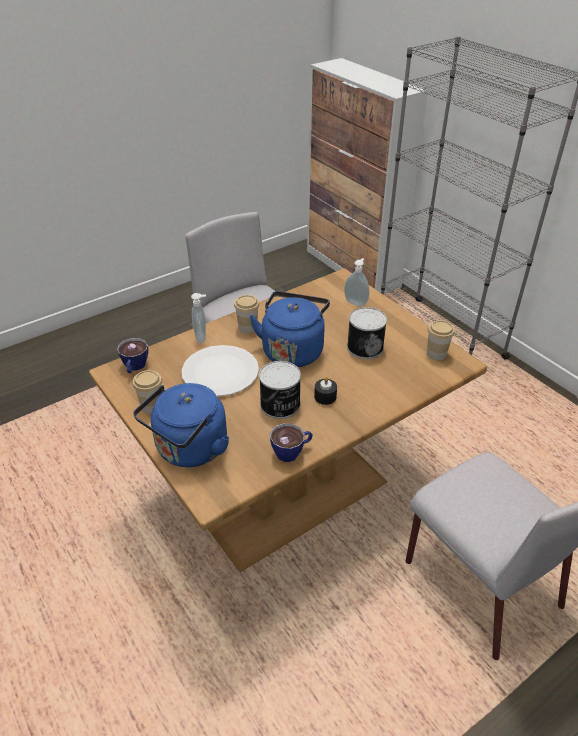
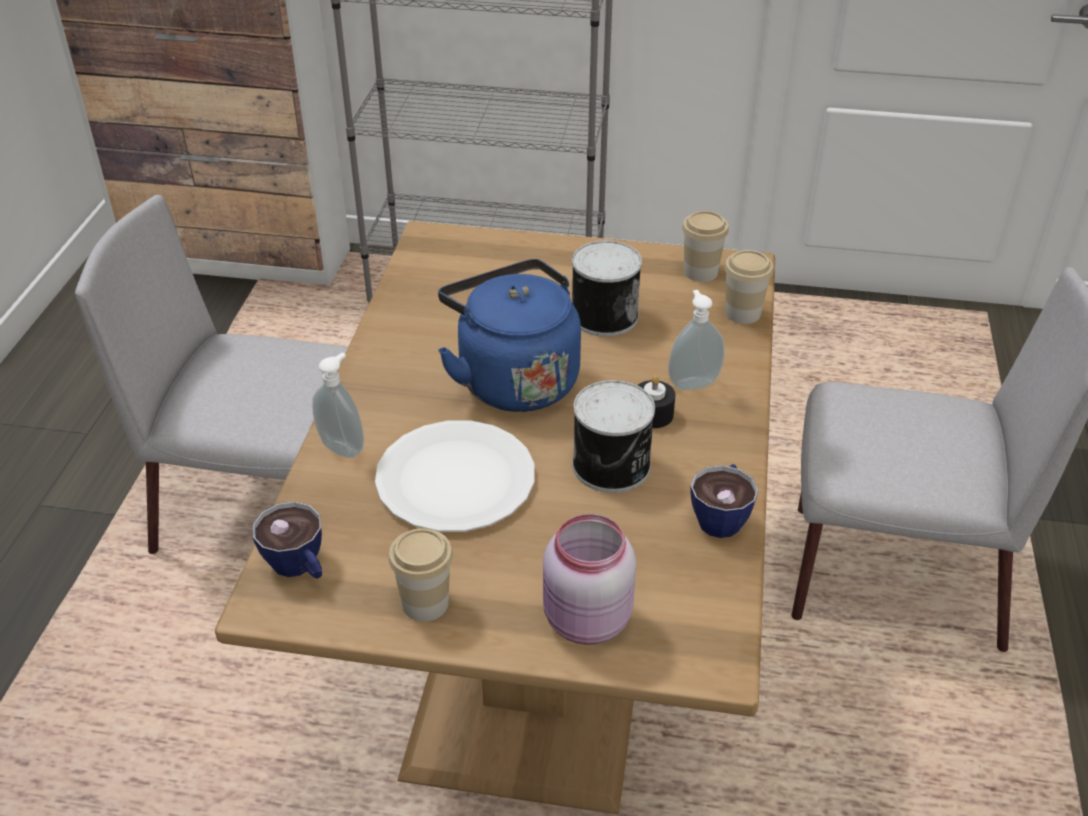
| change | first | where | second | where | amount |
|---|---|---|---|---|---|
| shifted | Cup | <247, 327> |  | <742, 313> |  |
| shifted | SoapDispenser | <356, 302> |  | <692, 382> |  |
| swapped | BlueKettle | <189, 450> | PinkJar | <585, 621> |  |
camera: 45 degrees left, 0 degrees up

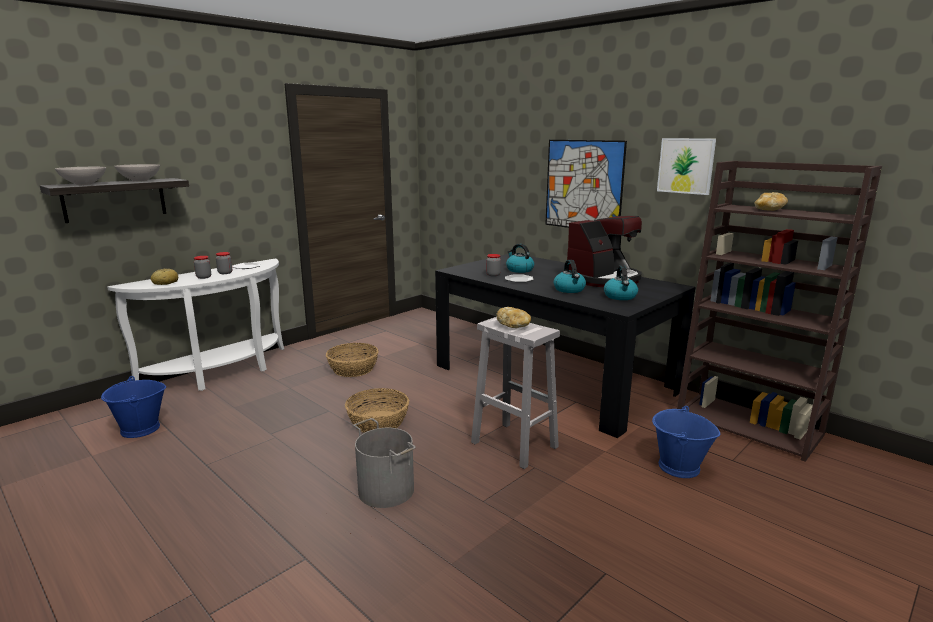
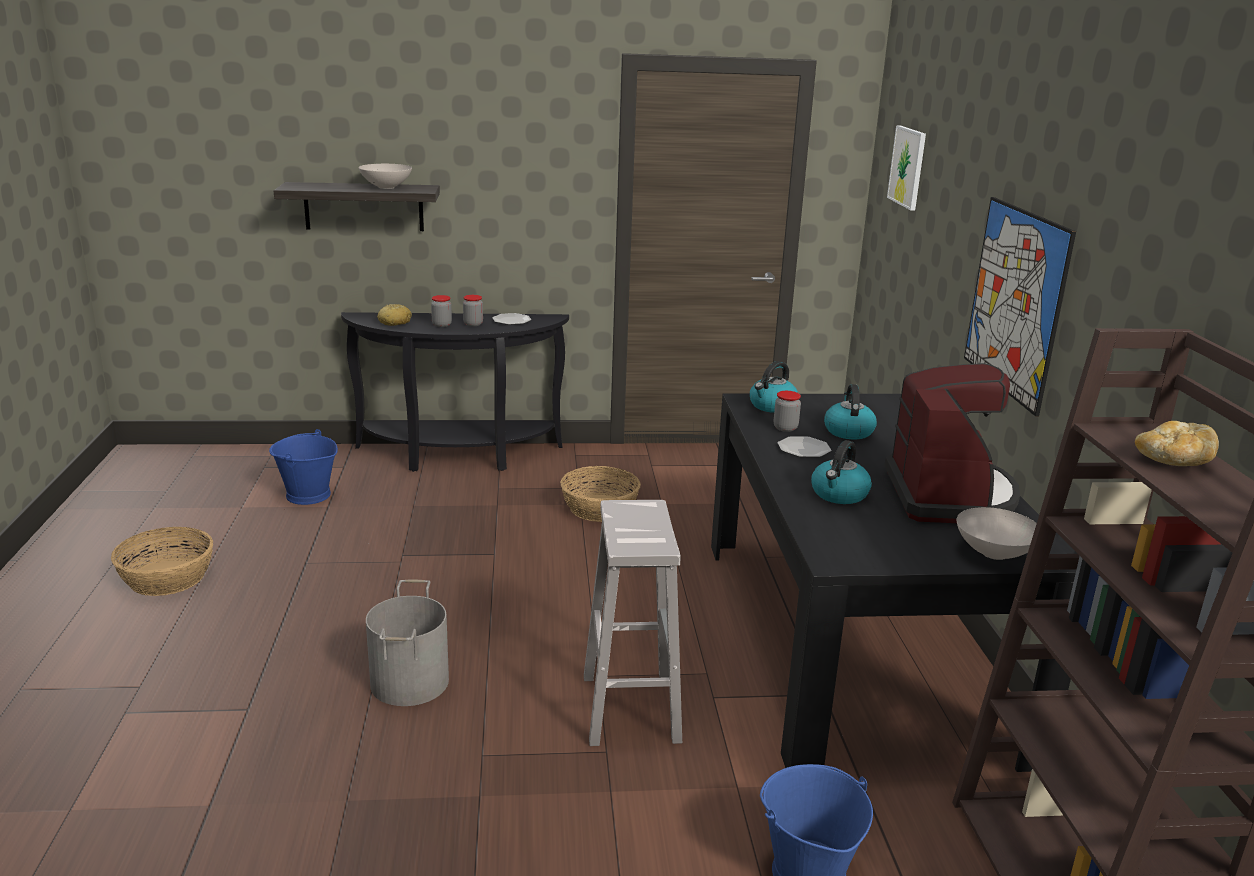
| change | first | where | second | where | amount |
|---|---|---|---|---|---|
| gone | Bread | <514, 325> |  |  |  |
| shifted | WhiteBowl | <84, 184> |  | <995, 554> |  |
| shifted | Basket | <378, 422> |  | <167, 578> |  |
| shifted | Kettle | <620, 297> |  | <772, 406> |  |
| shifted | Picture | <685, 166> |  | <907, 167> |  |
| repainted | WhiteConsoleTable | <222, 373> | BlackConsoleTable | <458, 457> |  |
| rotated | CoffeeMachine | <604, 279> |  | <949, 496> | 90 degrees counterclockwise |
camera: 40 degrees right, 5 degrees up

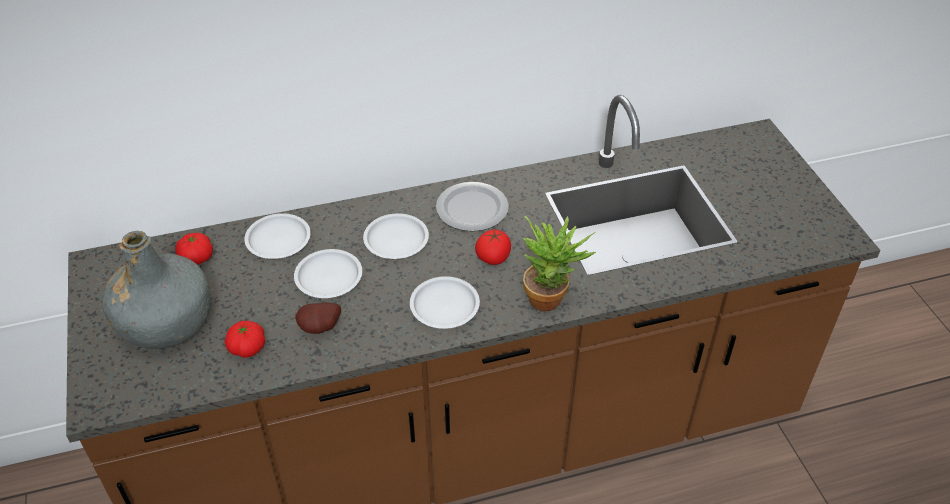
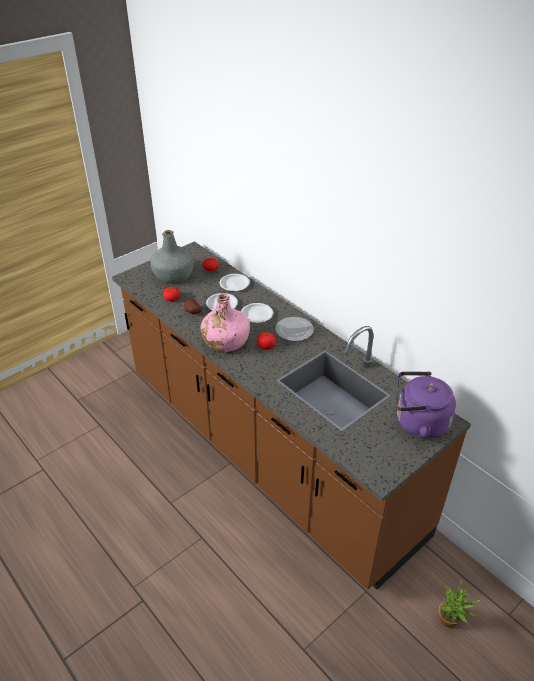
| change | first | where | second | where | amount |
|---|---|---|---|---|---|
| new |  |  | PurpleKettle | <418, 423> |  |
| shifted | PottedPlant | <551, 298> |  | <451, 622> |  |
| swapped | WhitePlate | <444, 306> | PinkBottle | <225, 341> |  |
camera: 65 degrees right, 5 degrees down

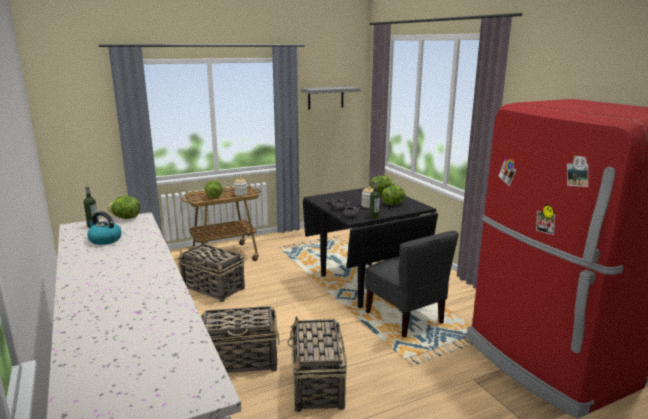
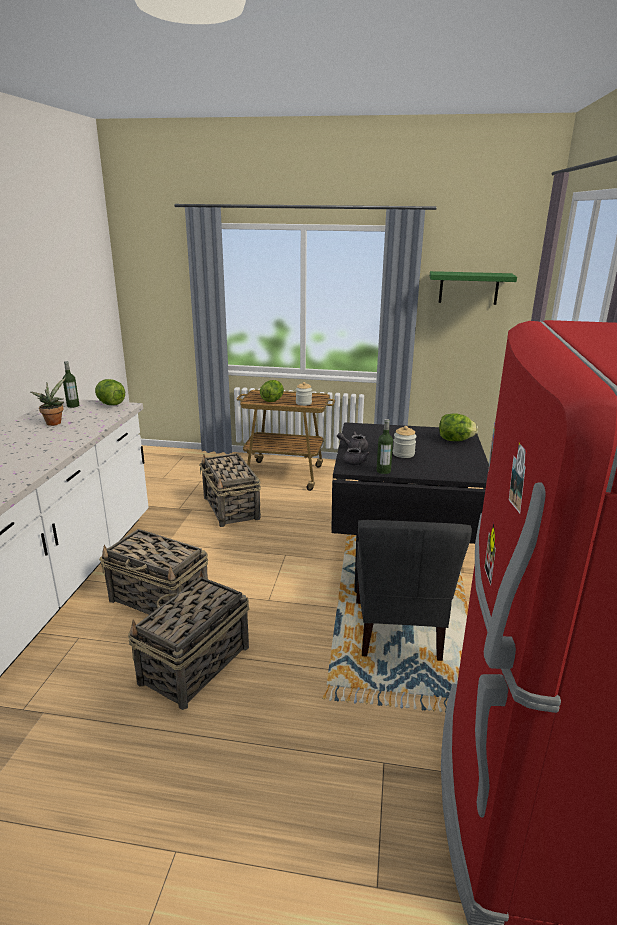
| change | first | where | second | where | amount |
|---|---|---|---|---|---|
| gone | Lettuce | <393, 204> |  |  |  |
| swapped | Kettle | <104, 240> | PottedPlant | <54, 422> |  |
| repainted | GreyShelf | <325, 97> | GreenShelf | <468, 288> |  |
camera: 35 degrees right, 5 degrees up

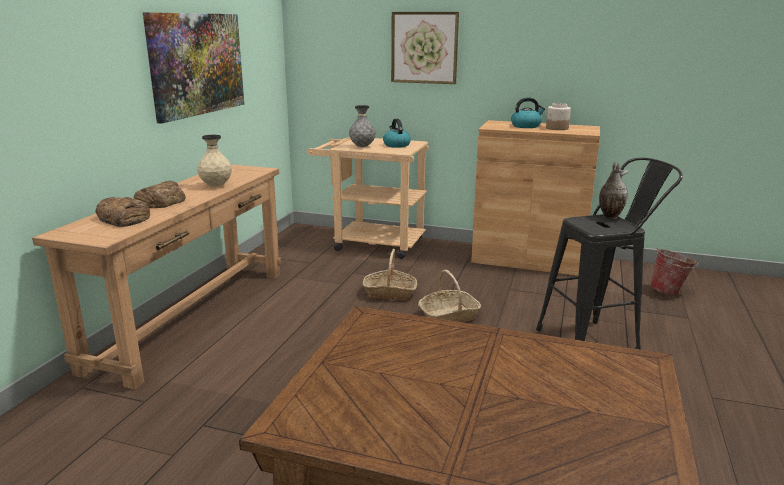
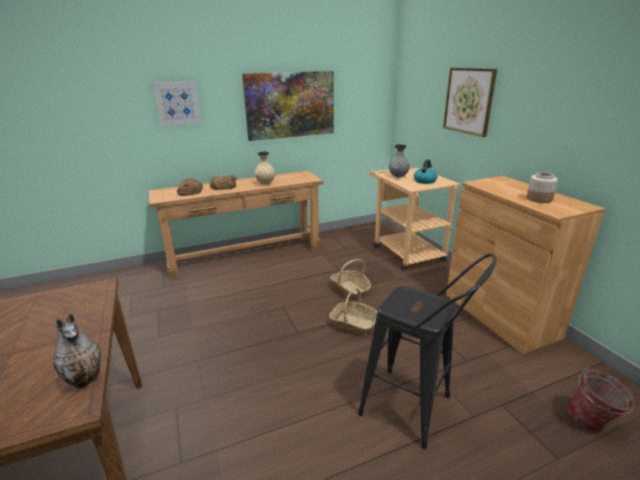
| change | first | where | second | where | amount |
|---|---|---|---|---|---|
| gone | Kettle | <526, 126> |  |  |  |
| new |  |  | Picture | <177, 103> |  |
| shifted | Vase | <609, 216> |  | <87, 380> |  |
camera: 50 degrees right, 5 degrees up

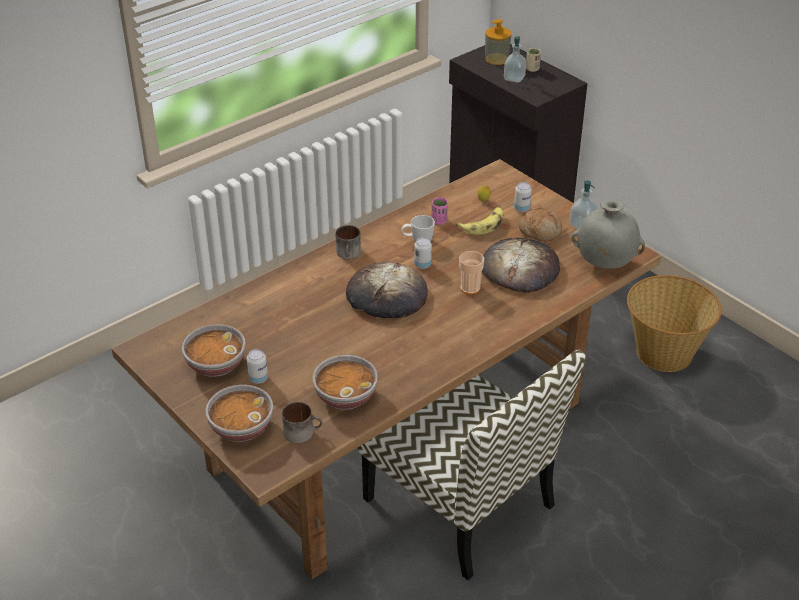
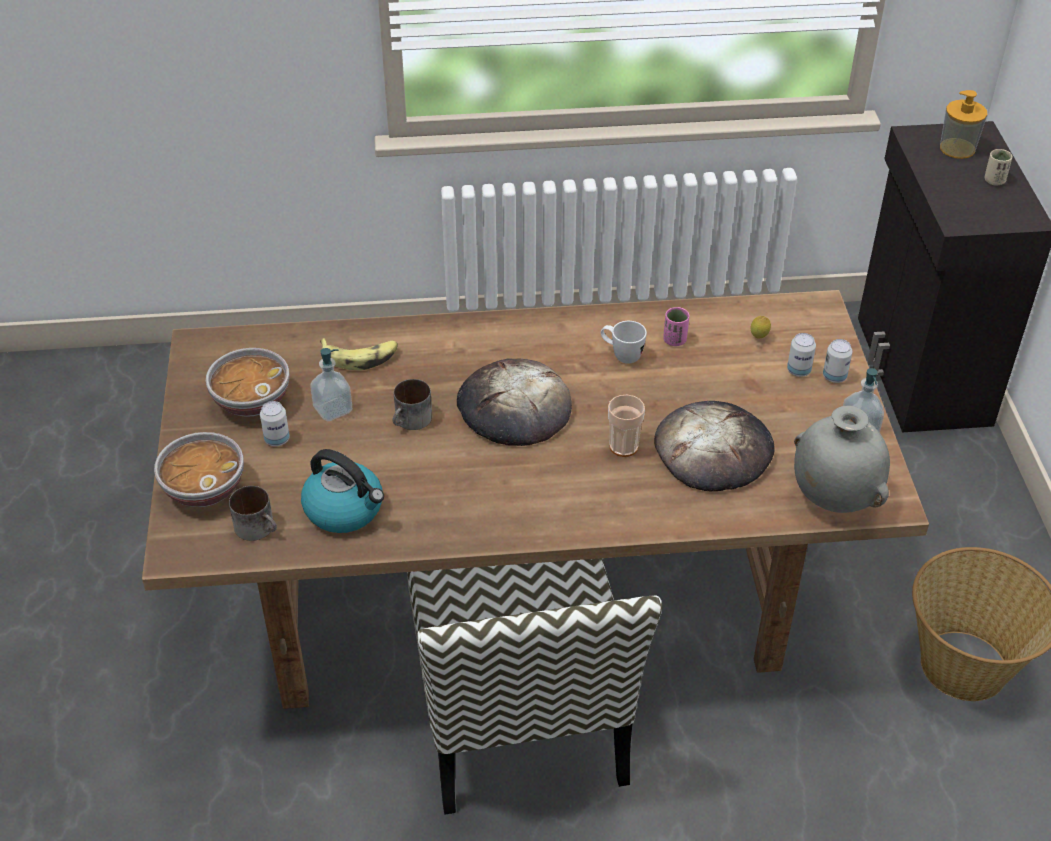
| change | first | where | second | where | amount |
|---|---|---|---|---|---|
| gone | Bread | <540, 231> |  |  |  |
| shifted | Mug | <349, 254> |  | <411, 421> |  |
| shifted | Can | <422, 265> |  | <834, 377> |  |
| shifted | Banana | <483, 225> |  | <360, 357> |  |
| shifted | SoapDispenser | <514, 78> |  | <333, 409> |  |
| swapped | Bowl | <345, 396> | Kettle | <345, 509> |  |
camera: 35 degrees right, 5 degrees up

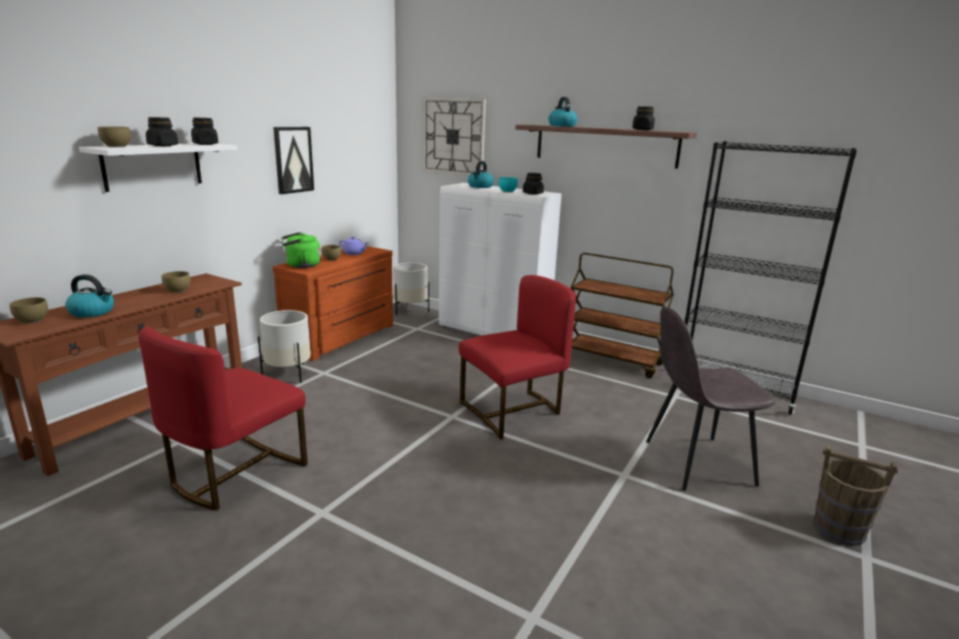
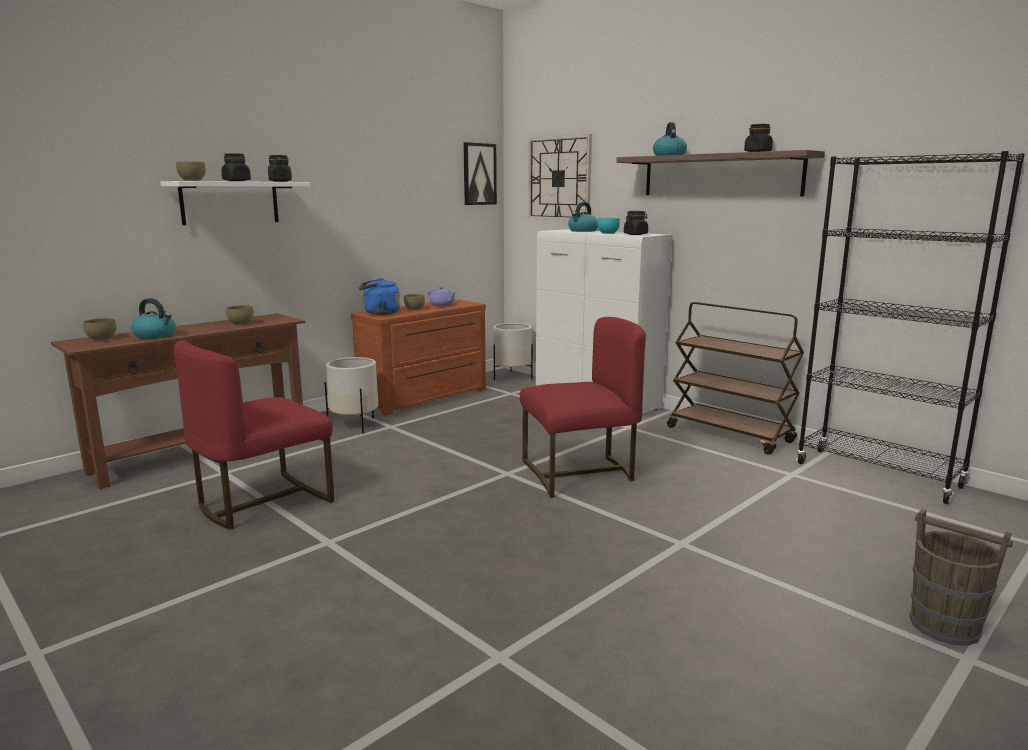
| change | first | where | second | where | amount |
|---|---|---|---|---|---|
| gone | GreyChair | <695, 463> |  |  |  |
| shifted | Picture | <293, 160> |  | <479, 174> |  |
| repainted | GreenKettle | <301, 265> | BlueKettle | <379, 313> |  |
camera: 15 degrees right, 5 degrees down

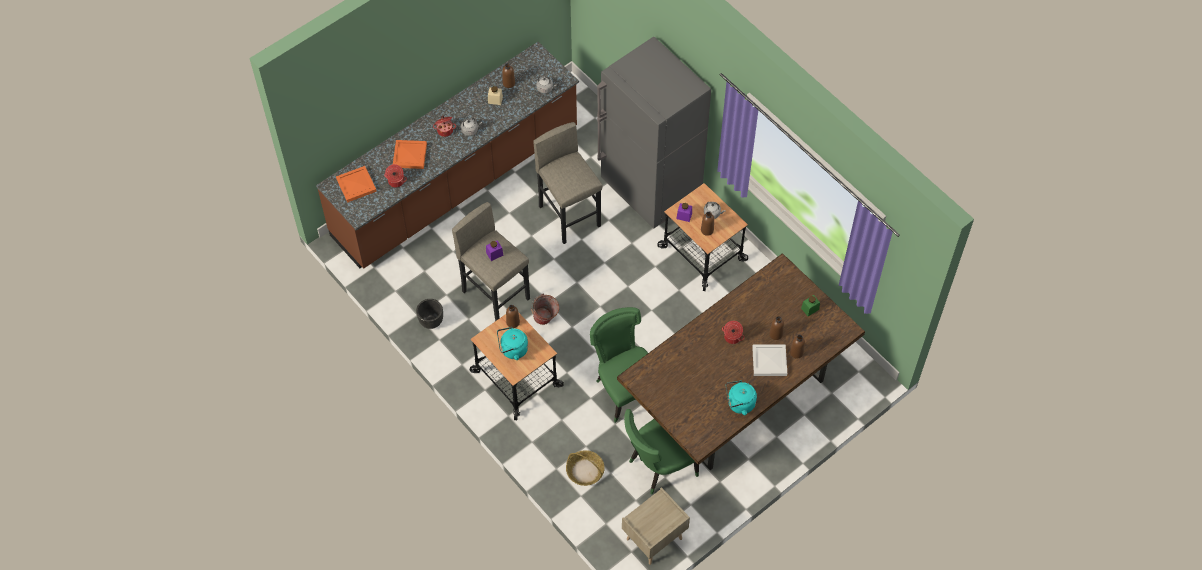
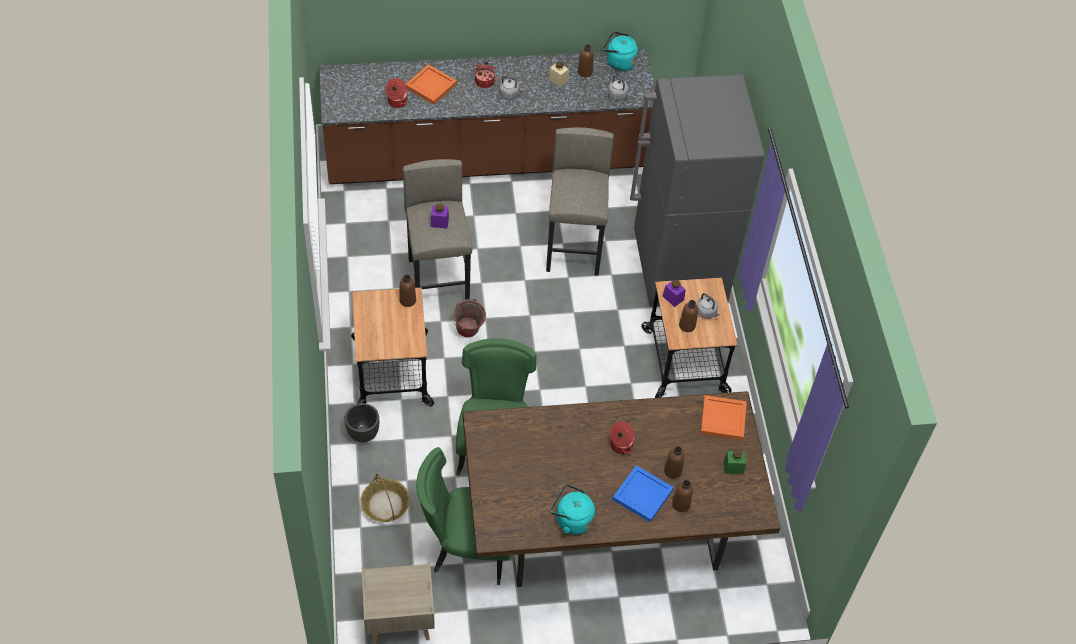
| change | first | where | second | where | amount |
|---|---|---|---|---|---|
| shifted | OrangeTray | <355, 185> |  | <722, 418> |  |
| shifted | BlackPlanter | <431, 321> |  | <363, 434> |  |
| shifted | TurquoiseKettle | <512, 350> |  | <618, 62> |  |
| repainted | WhiteTray | <769, 360> | BlueTray | <642, 494> |  |
camera: 30 degrees right, 5 degrees down

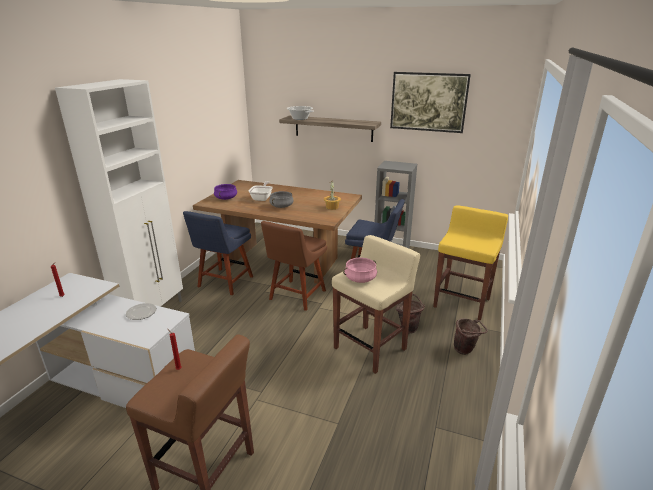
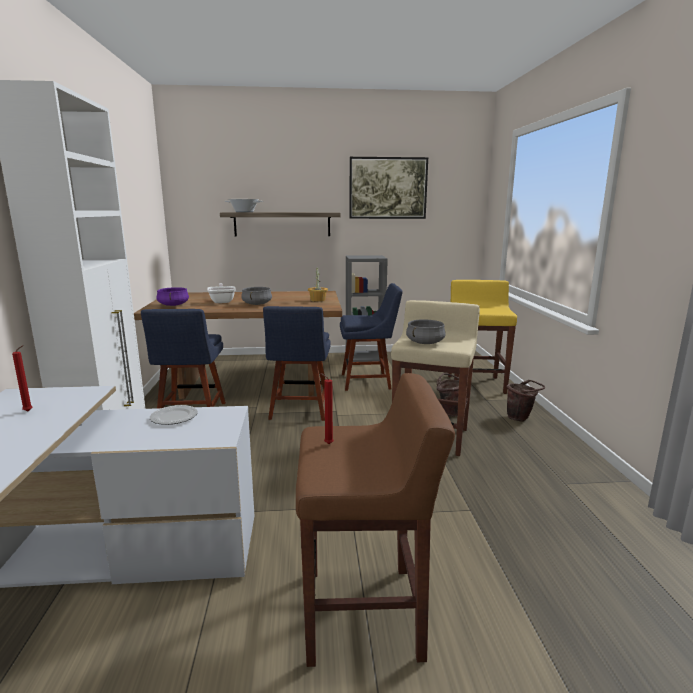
| change | first | where | second | where | amount |
|---|---|---|---|---|---|
| repainted | BrownChair | <296, 296> | BlueChair | <299, 410> |  |
| repainted | PinkCookingPot | <360, 278> | GreyCookingPot | <424, 342> |  |
camera: 25 degrees left, 10 degrees down

